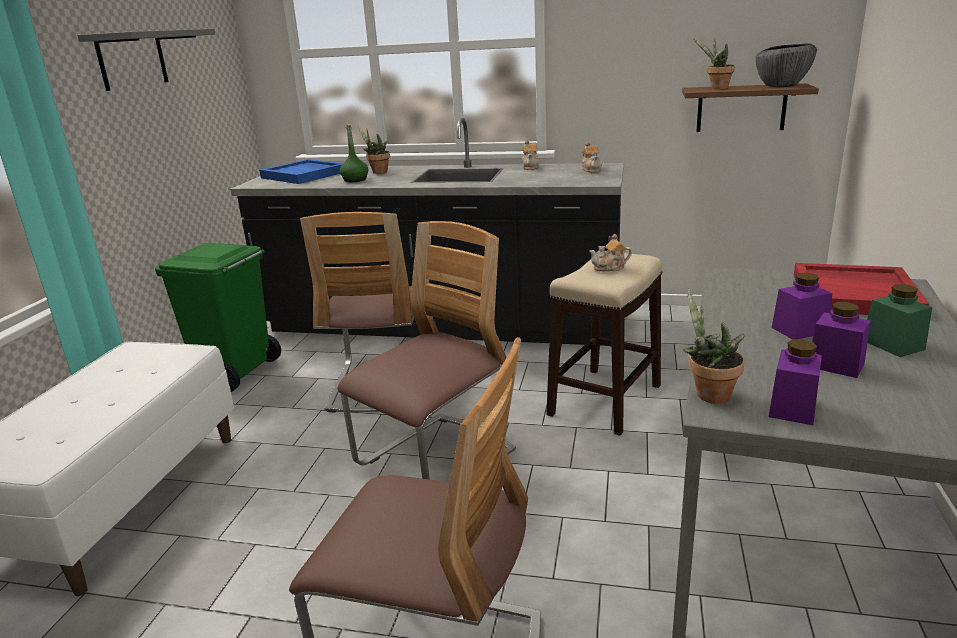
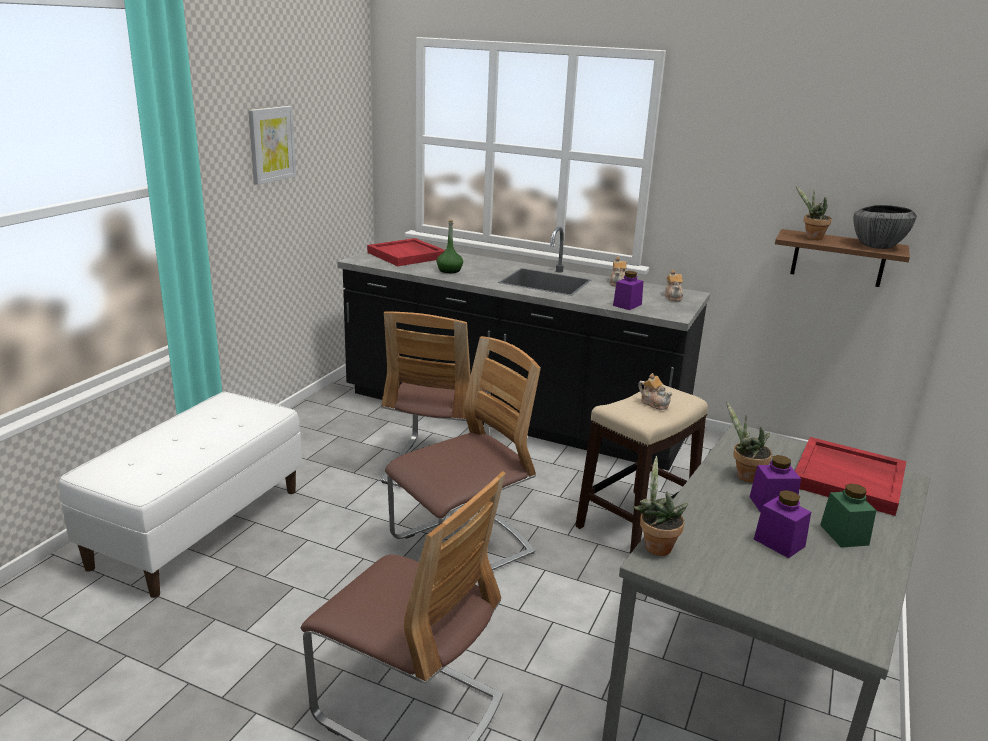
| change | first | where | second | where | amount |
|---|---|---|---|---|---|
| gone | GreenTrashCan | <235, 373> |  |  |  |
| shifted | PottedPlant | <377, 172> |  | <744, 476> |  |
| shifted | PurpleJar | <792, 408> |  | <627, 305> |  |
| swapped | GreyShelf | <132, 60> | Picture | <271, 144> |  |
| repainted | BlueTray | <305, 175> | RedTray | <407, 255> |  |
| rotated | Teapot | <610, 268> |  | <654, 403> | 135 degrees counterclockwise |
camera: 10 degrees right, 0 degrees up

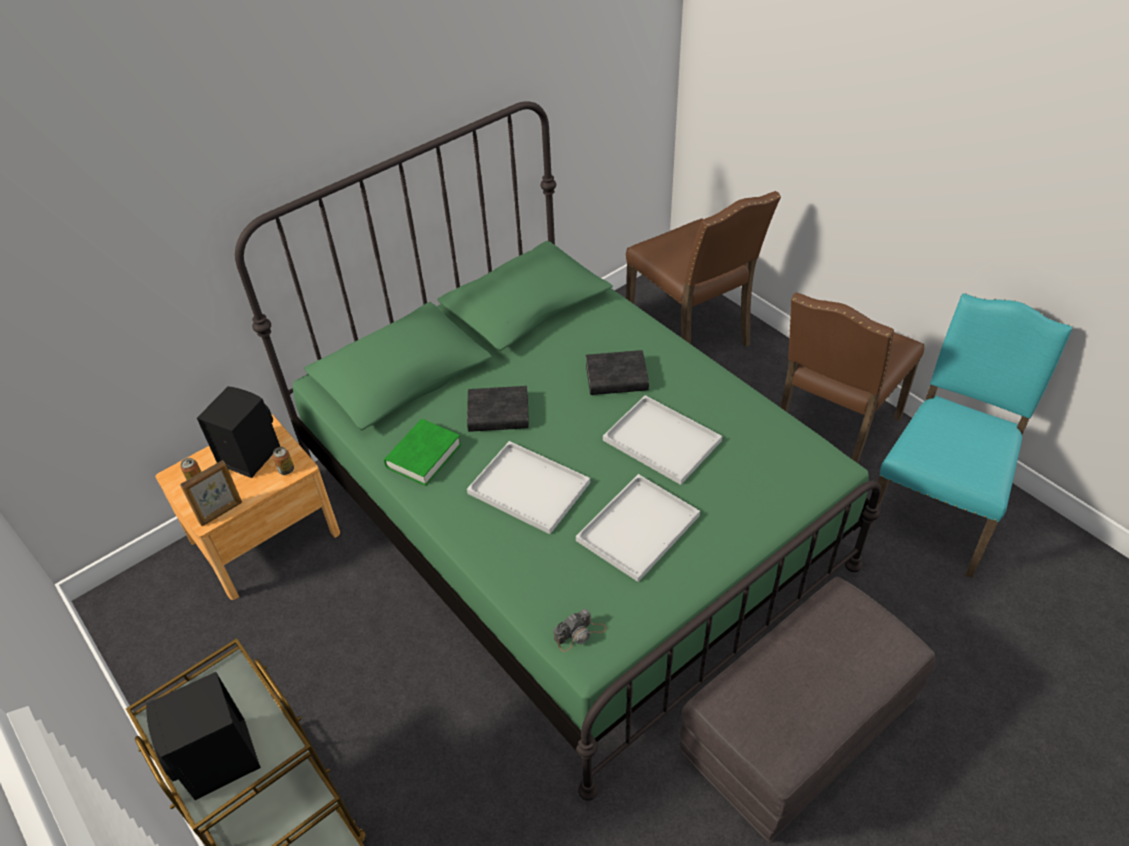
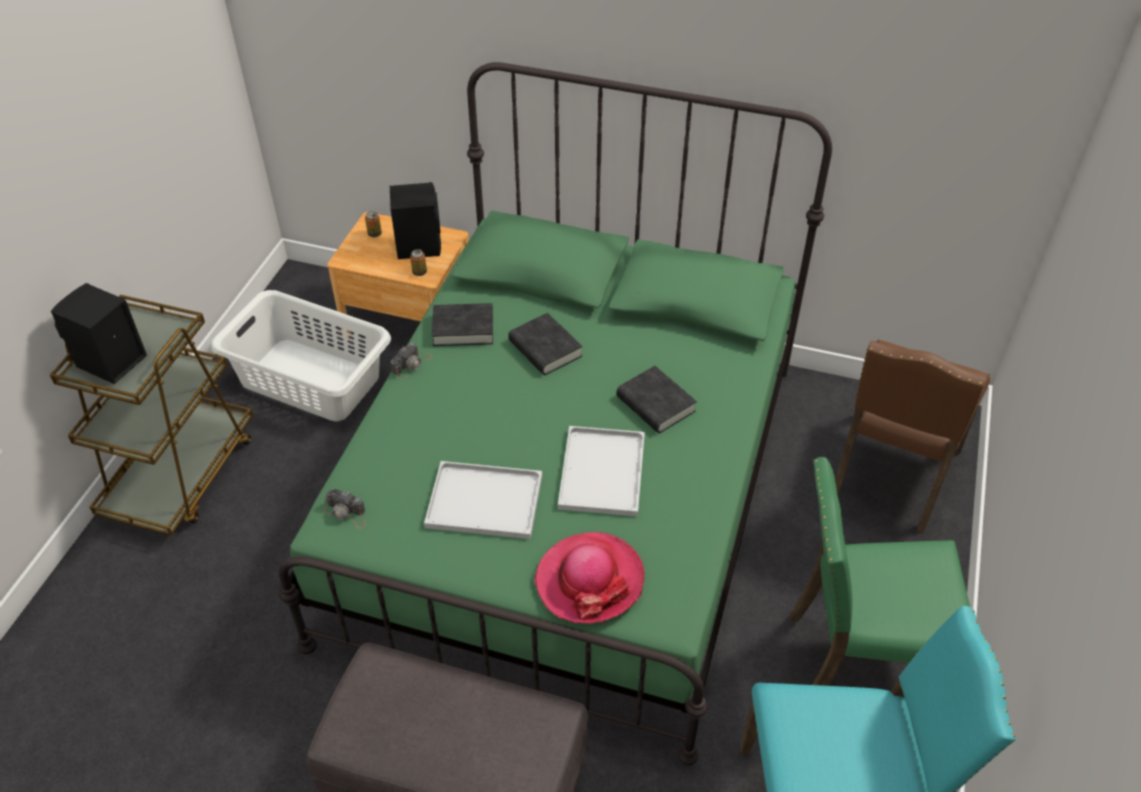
| change | first | where | second | where | amount |
|---|---|---|---|---|---|
| gone | PictureFrame | <221, 513> |  |  |  |
| gone | WhiteTray | <526, 488> |  |  |  |
| new |  |  | WhiteLaundryBasket | <310, 379> |  |
| new |  |  | PhotoCamera | <412, 364> |  |
| new |  |  | Hat | <589, 580> |  |
| repainted | GreenBook | <423, 456> | BlackBook | <463, 329> |  |
| repainted | BrownChair | <831, 432> | GreenChair | <859, 663> |  |
camera: 55 degrees right, 0 degrees up

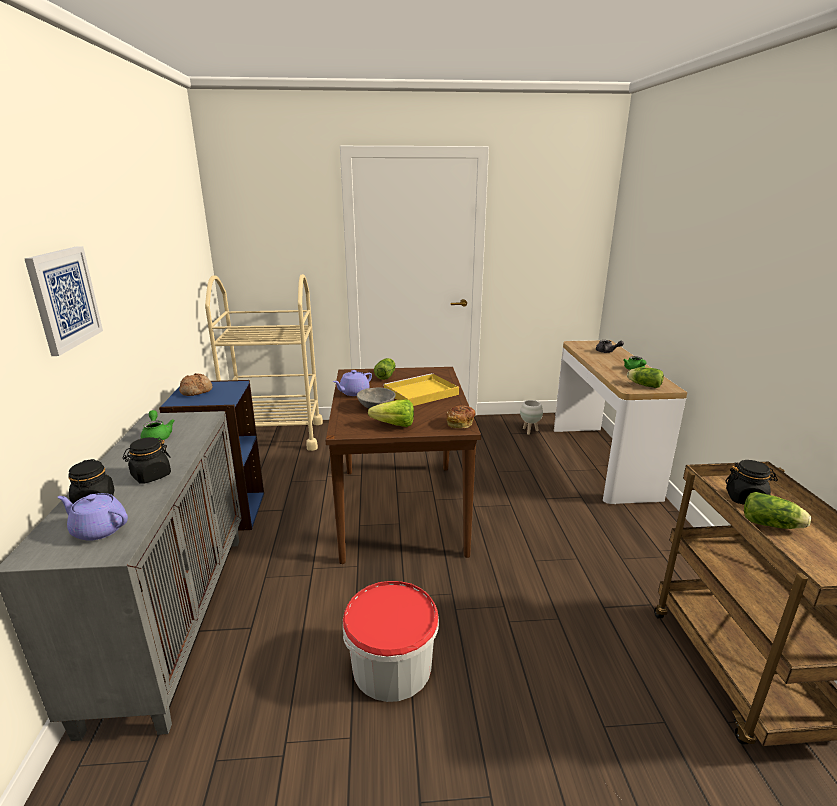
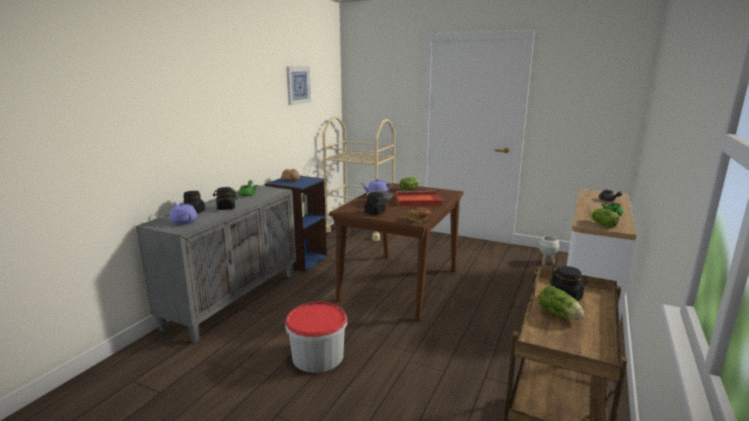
| change | first | where | second | where | amount |
|---|---|---|---|---|---|
| shifted | Picture | <64, 298> |  | <298, 85> |  |
| swapped | Lettuce | <391, 425> | BlackJar | <375, 212> |  |
| repainted | YellowTray | <420, 393> | RedTray | <417, 201> |  |
camera: 30 degrees right, 5 degrees down

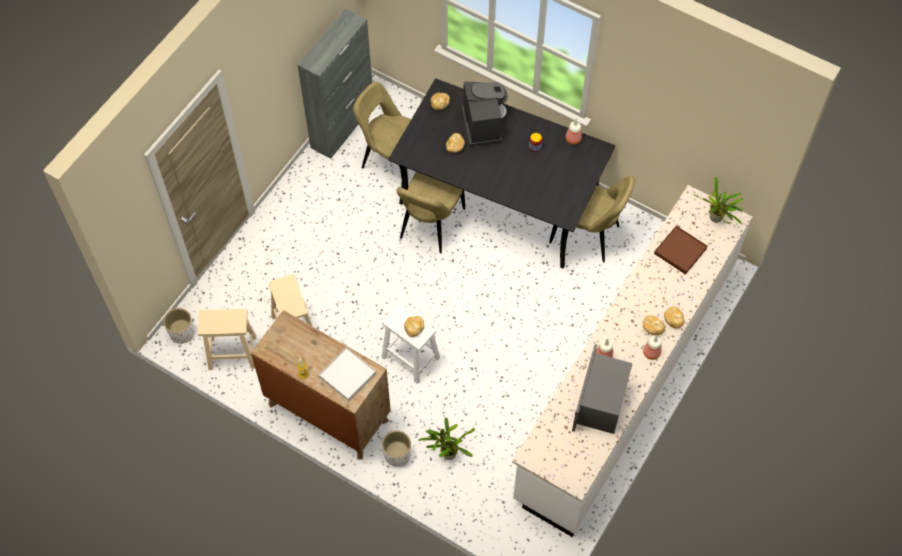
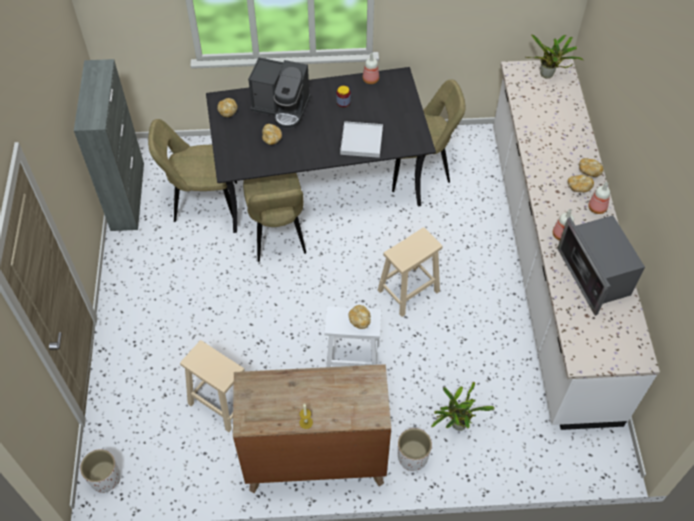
| change | first | where | second | where | amount |
|---|---|---|---|---|---|
| gone | BrownTray | <680, 251> |  |  |  |
| shifted | BeigeStool | <233, 352> |  | <409, 290> |  |
| shifted | WhiteTray | <347, 375> |  | <361, 141> |  |
| rotated | CoffeeMachine | <483, 124> |  | <281, 107> | 150 degrees clockwise |
camera: 35 degrees left, 5 degrees down

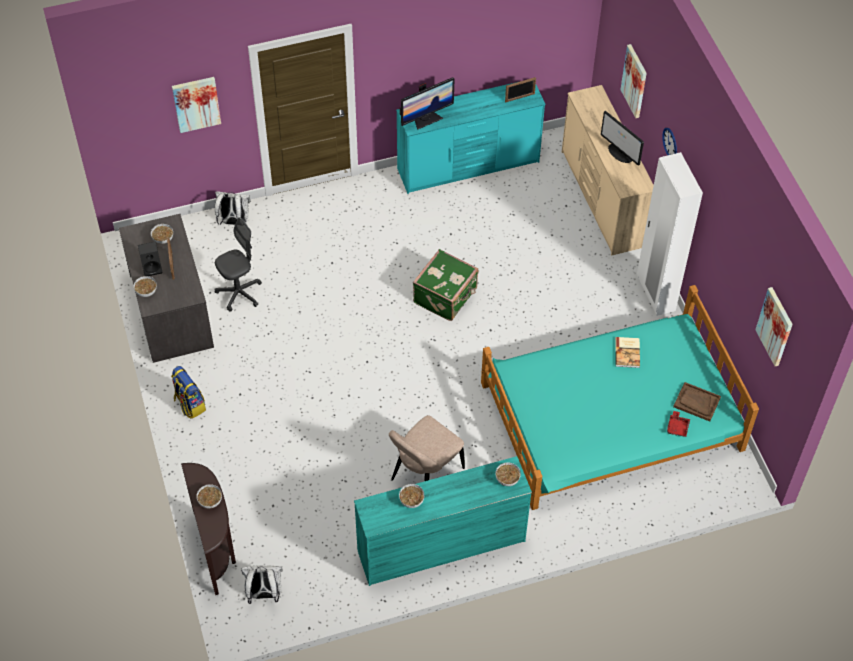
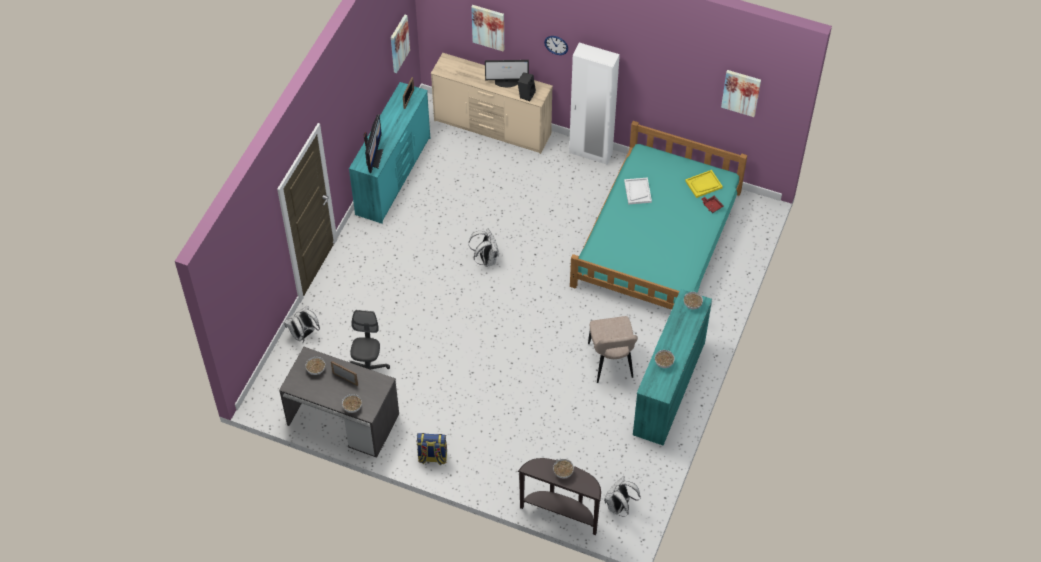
| change | first | where | second | where | amount |
|---|---|---|---|---|---|
| shifted | BlackSpeaker | <152, 268> |  | <526, 94> |  |
| shifted | Picture | <196, 103> |  | <399, 43> |  |
| swapped | GreenSuitcase | <446, 296> | WhiteBackpack | <486, 259> |  |
| swapped | Book | <628, 353> | WhiteTray | <637, 191> |  |
| repainted | BrownTray | <696, 402> | YellowTray | <703, 184> |  |
camera: 50 degrees left, 0 degrees up

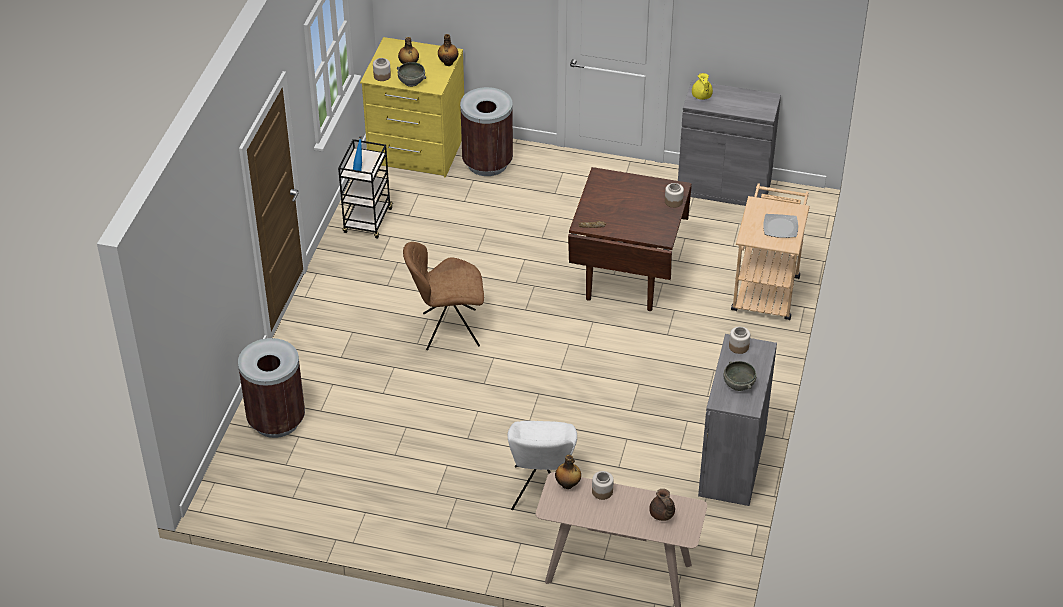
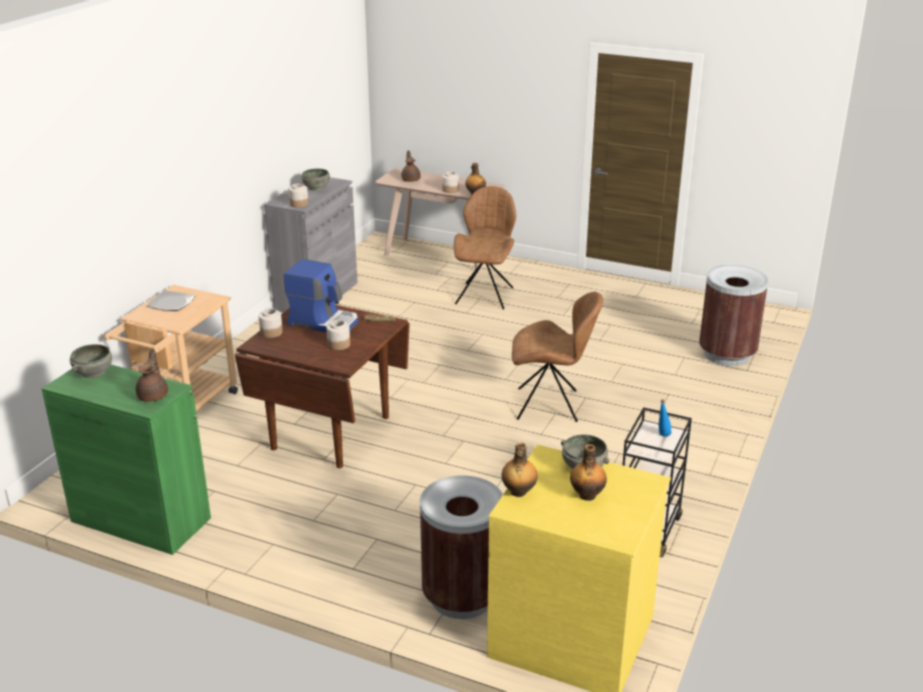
| change | first | where | second | where | amount |
|---|---|---|---|---|---|
| new |  |  | GreyBowl | <93, 372> |  |
| new |  |  | CoffeeMachine | <324, 322> |  |
| shifted | Jar | <382, 76> |  | <338, 345> |  |
| repainted | WhiteChair | <541, 491> | BrownChair | <485, 295> |  |
| repainted | GreyCabinet | <724, 188> | GreenCabinet | <141, 520> |  |
| repainted | YellowTeapot | <701, 96> | BrownTeapot | <154, 395> |  |
camera: 170 degrees left, 15 degrees down

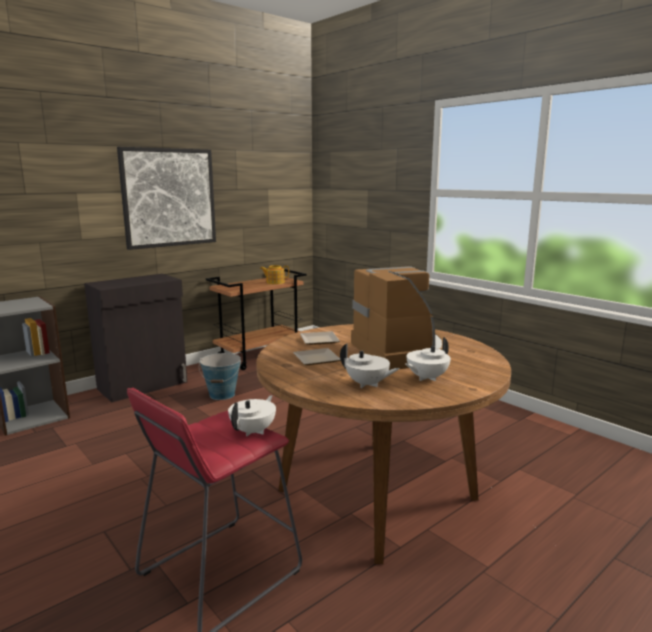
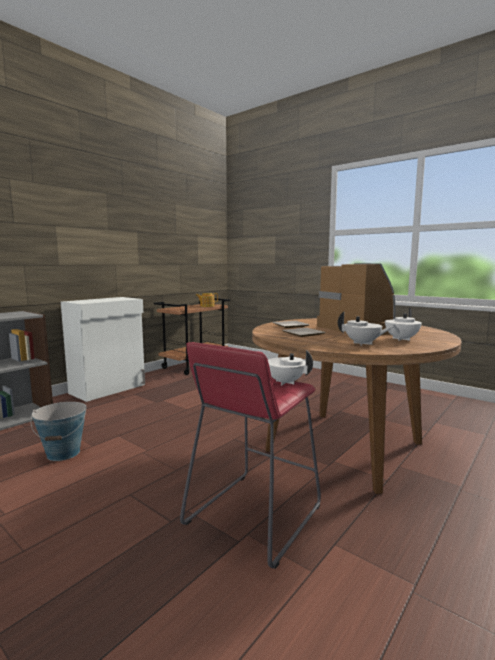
| change | first | where | second | where | amount |
|---|---|---|---|---|---|
| gone | Picture | <169, 197> |  |  |  |
| shifted | Bucket | <222, 395> |  | <63, 453> |  |
| repainted | BlackCabinet | <144, 385> | WhiteCabinet | <109, 389> |  |
| rotated | WhiteTeapot | <253, 431> |  | <285, 382> | 75 degrees counterclockwise |
camera: 10 degrees left, 5 degrees down

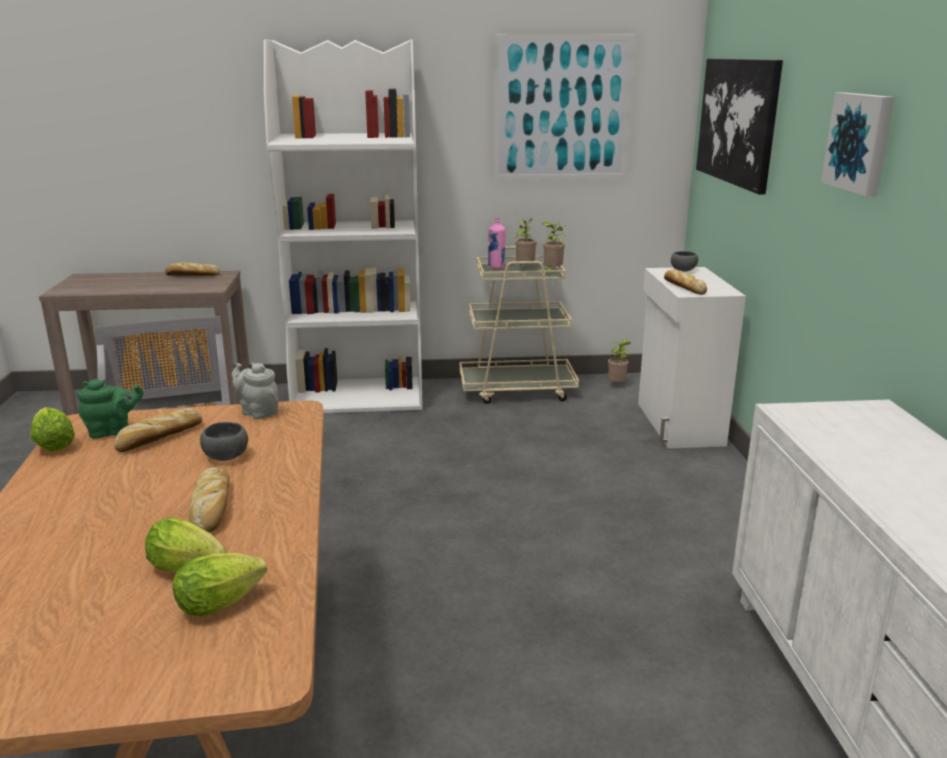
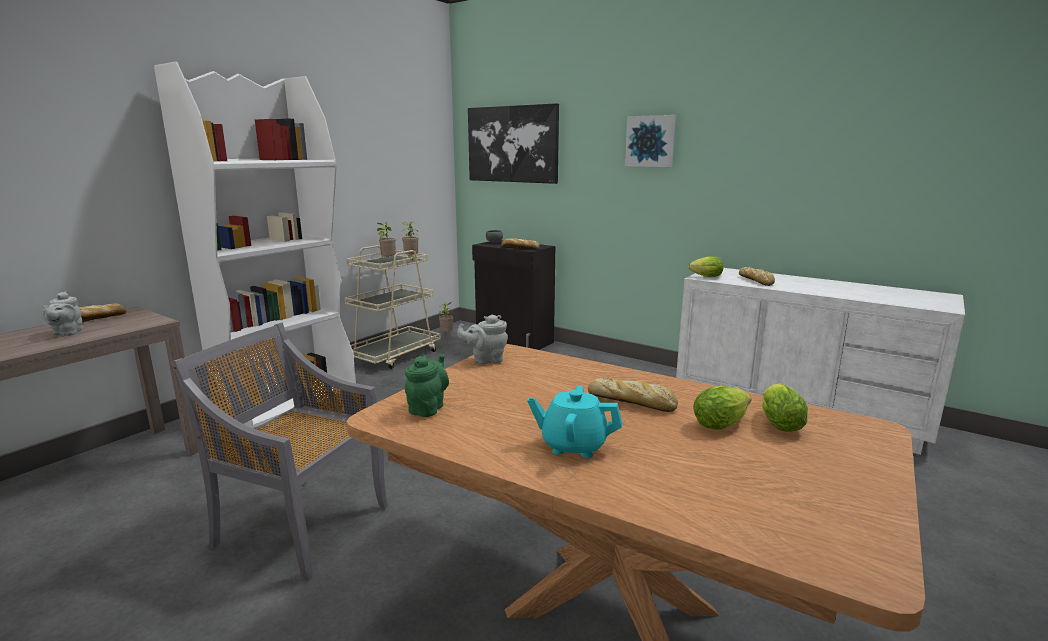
| change | first | where | second | where | amount |
|---|---|---|---|---|---|
| gone | GreyBowl | <225, 457> |  |  |  |
| gone | PinkBottle | <496, 267> |  |  |  |
| gone | Picture | <562, 109> |  |  |  |
| new |  |  | GreyTeapot | <67, 333> |  |
| new |  |  | TurquoiseTeapot | <573, 445> |  |
| shifted | Lettuce | <53, 444> |  | <704, 277> |  |
| shifted | Bread | <159, 437> |  | <756, 280> |  |
| repainted | WhiteCabinet | <678, 424> | BlackCabinet | <514, 341> |  |
camera: 50 degrees left, 5 degrees down

